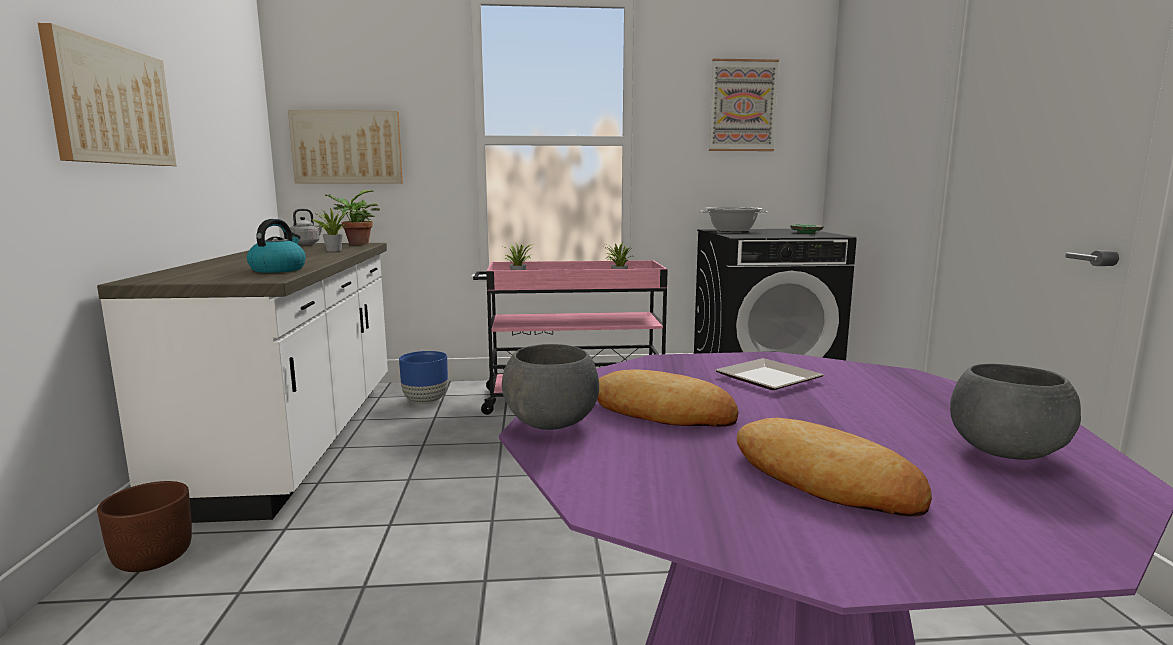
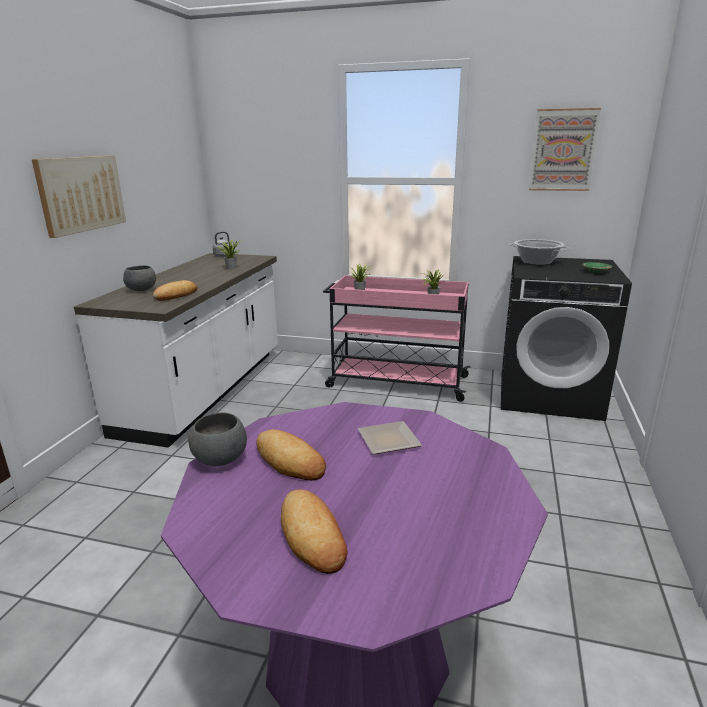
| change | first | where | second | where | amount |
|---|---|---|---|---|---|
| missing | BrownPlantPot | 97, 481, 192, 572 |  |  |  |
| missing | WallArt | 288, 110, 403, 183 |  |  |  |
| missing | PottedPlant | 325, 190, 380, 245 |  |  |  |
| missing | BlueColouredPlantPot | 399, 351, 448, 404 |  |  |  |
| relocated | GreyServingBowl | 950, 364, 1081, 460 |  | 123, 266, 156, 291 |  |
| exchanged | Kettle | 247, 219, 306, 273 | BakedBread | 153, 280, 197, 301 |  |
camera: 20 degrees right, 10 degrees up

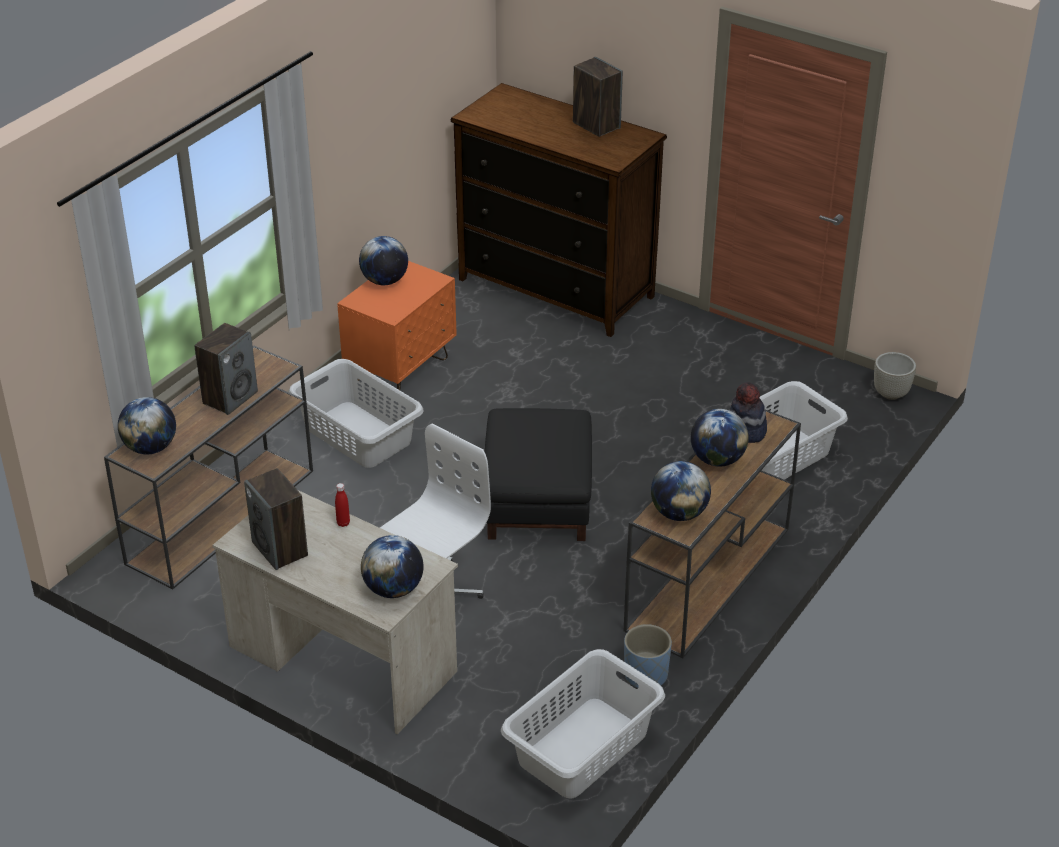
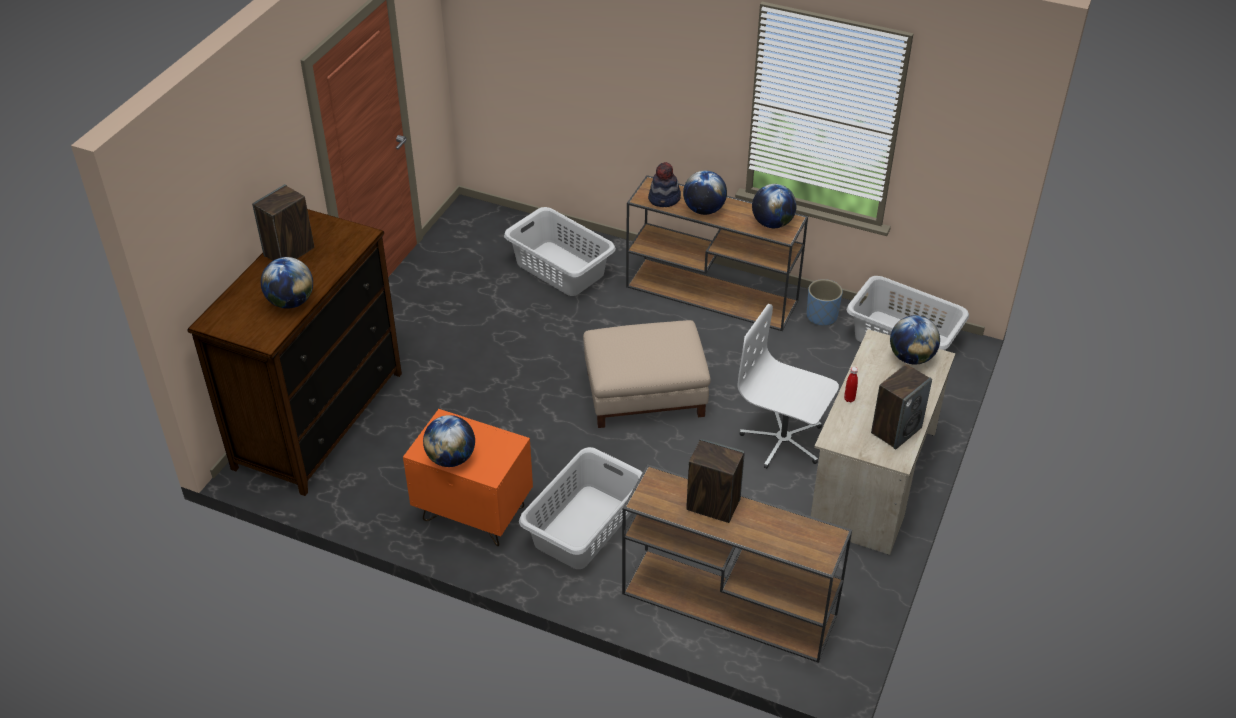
| change | first | where | second | where | amount |
|---|---|---|---|---|---|
| missing | GreyPlantPot | 874, 352, 916, 400 |  |  |  |
| relocated | Globe | 118, 397, 176, 454 |  | 261, 257, 313, 309 |  |
| colour | BlackishPouffe | 485, 408, 592, 541 | BeigeColouredPouffe | 583, 320, 711, 428 |  |
camera: 100 degrees left, 5 degrees up

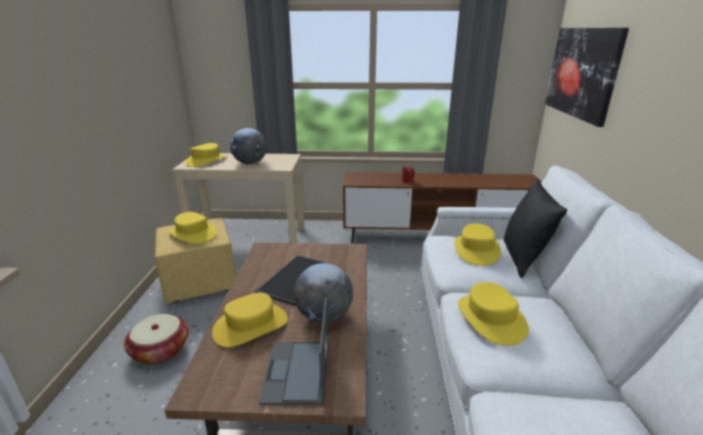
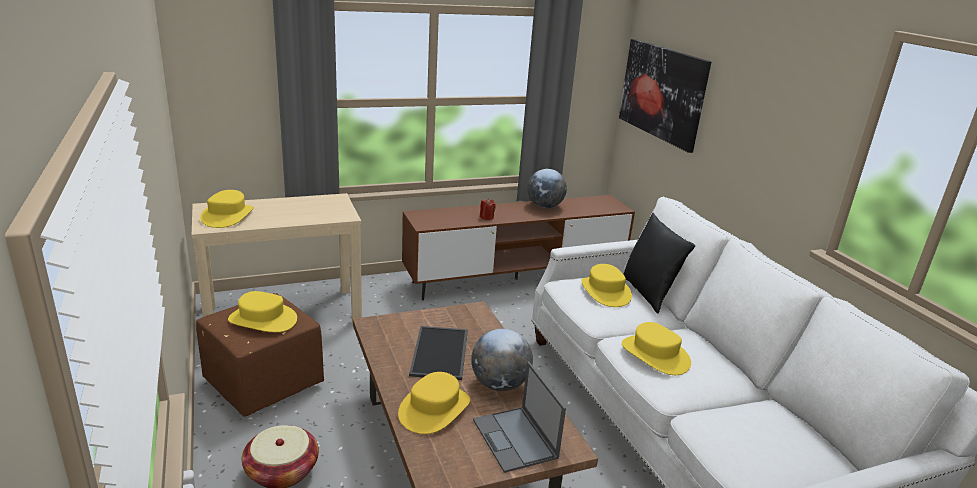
| change | first | where | second | where | amount |
|---|---|---|---|---|---|
| relocated | Globe | 230, 128, 267, 164 |  | 527, 169, 567, 208 |  |
| colour | YellowPouffe | 155, 218, 236, 303 | BrownPouffe | 196, 293, 324, 417 |  |
camera: 25 degrees left, 0 degrees up

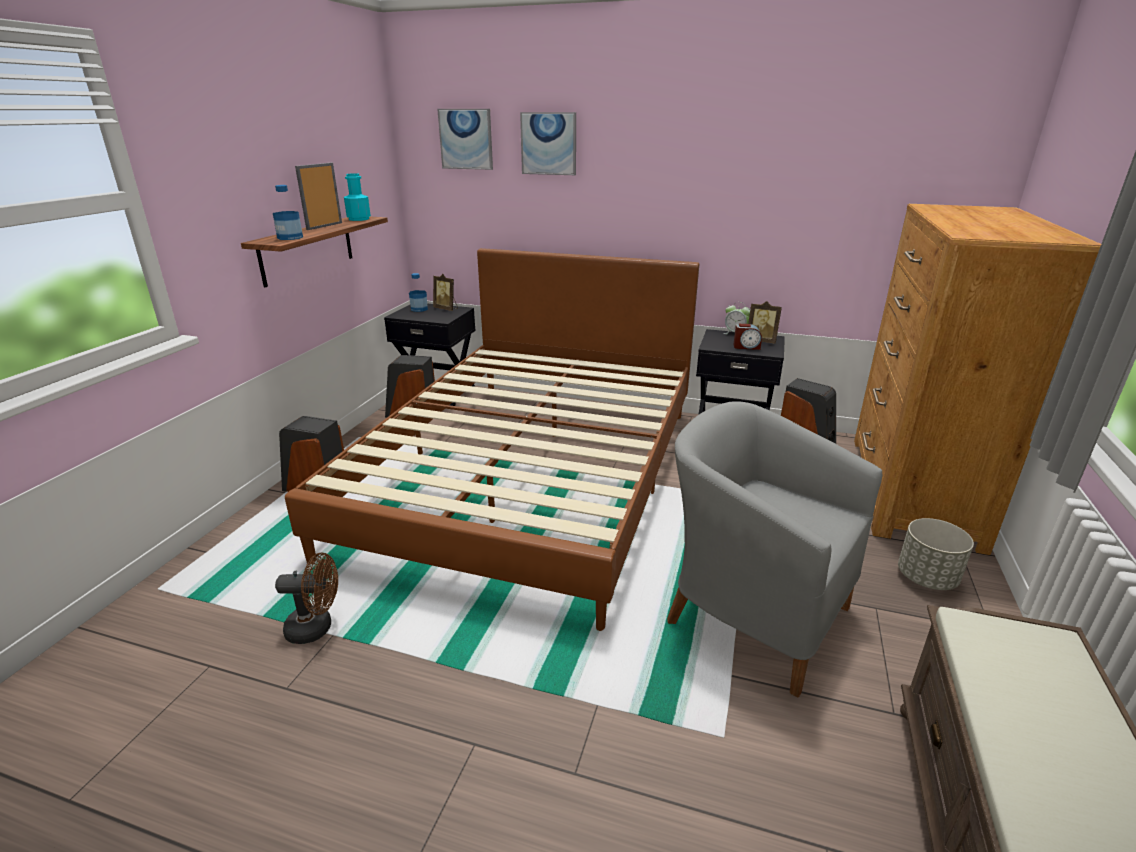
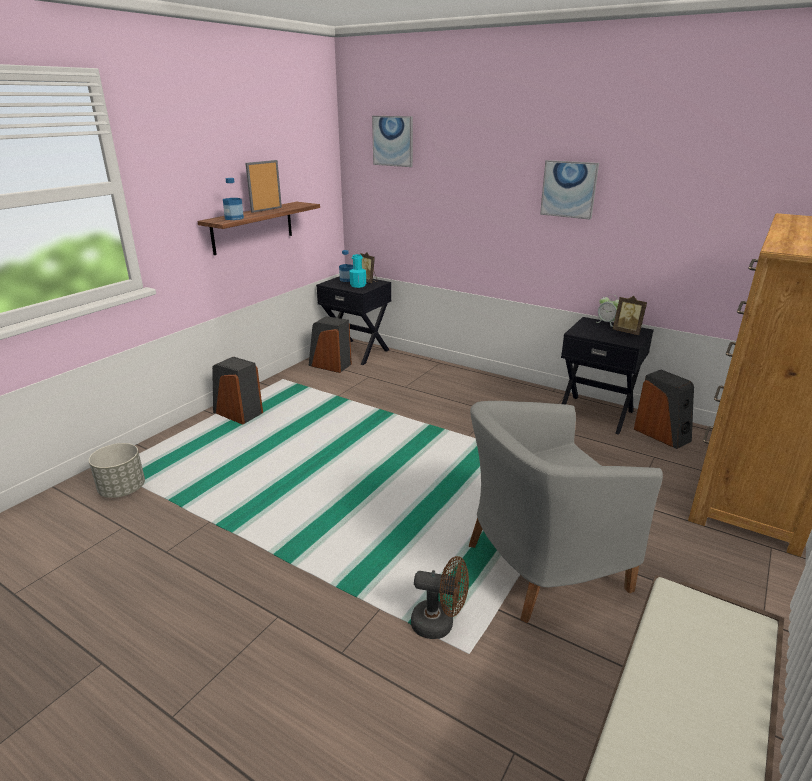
| change | first | where | second | where | amount |
|---|---|---|---|---|---|
| missing | BrownSleepingBed | 285, 248, 699, 631 |  |  |  |
| missing | BedsideClock | 733, 324, 762, 350 |  |  |  |
| relocated | BrownCoolingFan | 275, 553, 338, 644 |  | 411, 556, 469, 639 |  |
| relocated | TurquoiseBeverageBottle | 344, 173, 371, 221 |  | 349, 254, 366, 288 |  |
| relocated | WallArt | 520, 112, 576, 175 |  | 540, 160, 599, 220 |  |
| relocated | GreyPlantPot | 898, 518, 974, 590 |  | 89, 443, 145, 498 |  |
| spun | GreyArmchair | 667, 401, 883, 697 |  | 469, 401, 663, 623 | 75 degrees counterclockwise |
camera: 15 degrees right, 0 degrees up

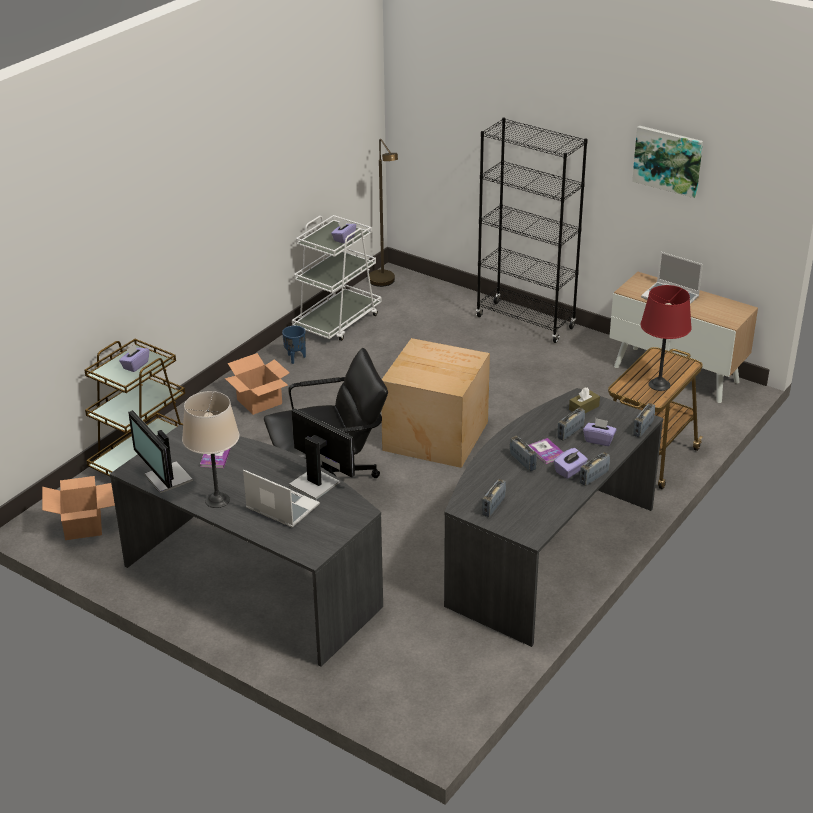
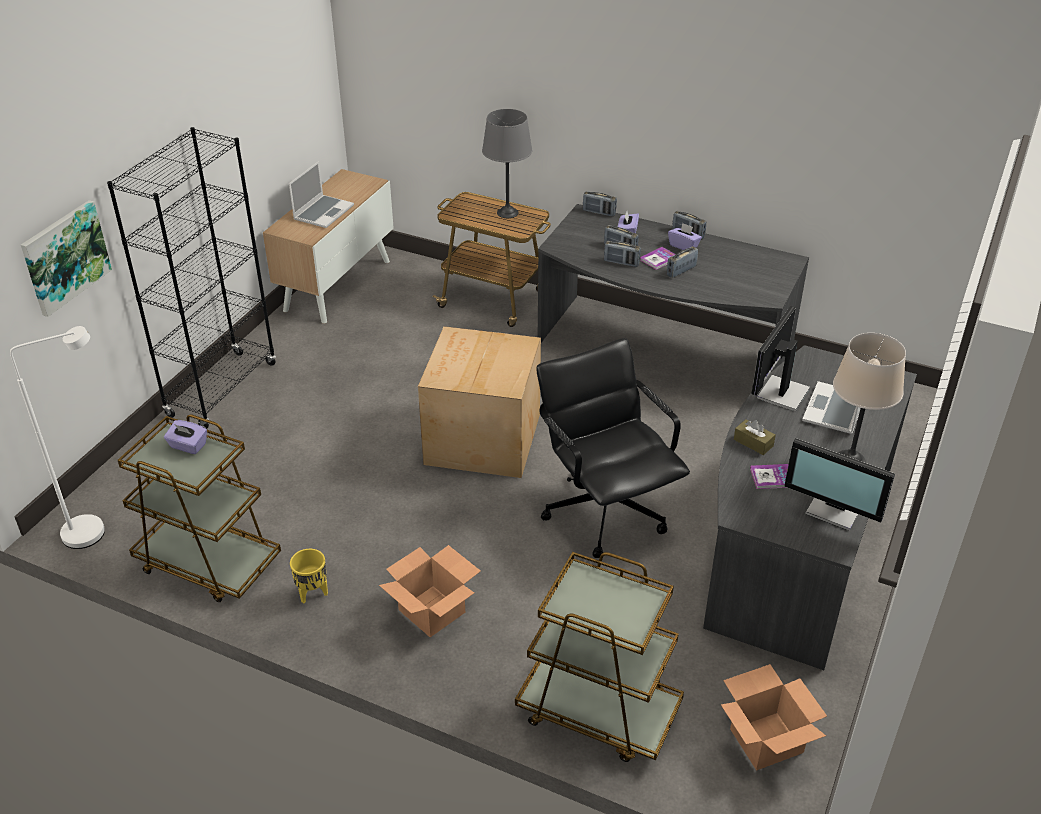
| change | first | where | second | where | amount |
|---|---|---|---|---|---|
| missing | PurplishTissueHolder | 119, 344, 149, 372 |  |  |  |
| relocated | Radio | 482, 479, 506, 517 |  | 604, 241, 641, 267 |  |
| relocated | BrownTissueHolder | 569, 387, 600, 413 |  | 734, 419, 776, 455 |  |
| relocated | WallArt | 632, 125, 703, 198 |  | 21, 200, 112, 317 |  |
| colour | BlueColouredPlantPot | 282, 326, 306, 364 | YellowPlantPot | 290, 549, 328, 603 |  |
| colour | WhitishWheeledCart | 292, 215, 382, 341 | BrownWheeledCart | 118, 414, 281, 602 |  |
| colour | BrownStandingLamp | 369, 139, 398, 287 | WhitishStandingLamp | 10, 326, 105, 549 |  |
| colour | RedLampForATable | 641, 285, 692, 391 | GreyLampForATable | 482, 109, 532, 218 |  |
| spun | Monitor | 128, 410, 193, 493 |  | 784, 438, 895, 531 | 75 degrees clockwise |
camera: 100 degrees left, 5 degrees up

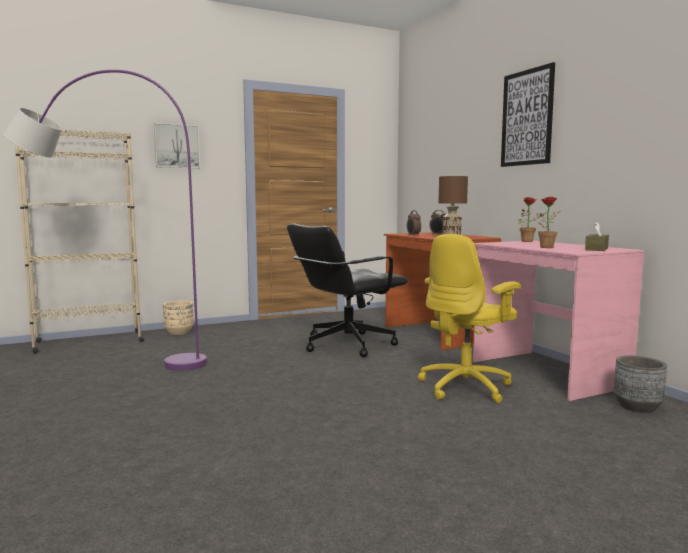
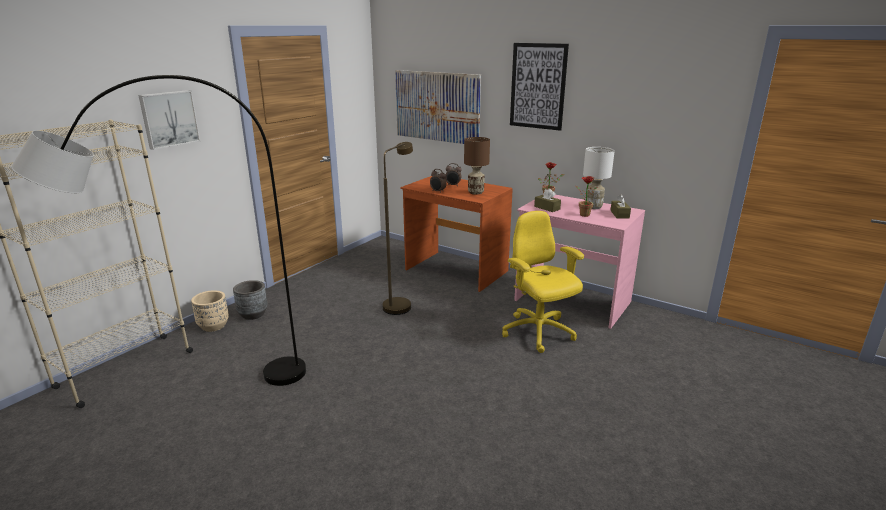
| change | first | where | second | where | amount |
|---|---|---|---|---|---|
| appeared |  |  | WallArt | 395, 70, 481, 144 |  |
| appeared |  |  | BrownTissueHolder | 534, 189, 561, 212 |  |
| appeared |  |  | WhitishLampForATable | 583, 147, 615, 209 |  |
| relocated | GreyPlantPot | 614, 356, 667, 413 |  | 233, 280, 268, 320 |  |
| exchanged | BlackishComputerChair | 287, 224, 408, 357 | BrownStandingLamp | 382, 142, 413, 315 |  |
| colour | PurplishStandingLamp | 3, 70, 207, 371 | GreyStandingLamp | 11, 75, 306, 386 |  |
| spun | YellowComputerChair | 418, 234, 521, 403 |  | 502, 211, 584, 353 | 135 degrees clockwise |
camera: 30 degrees left, 15 degrees up

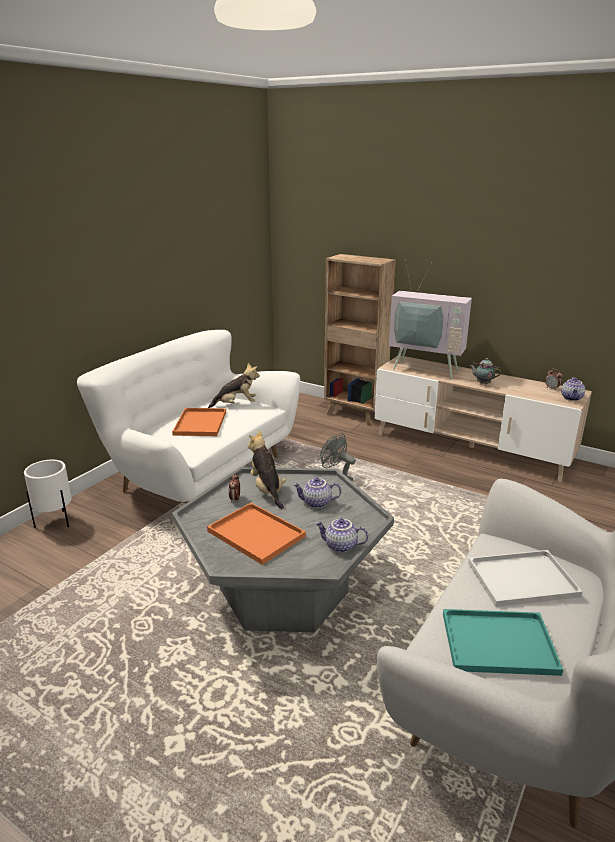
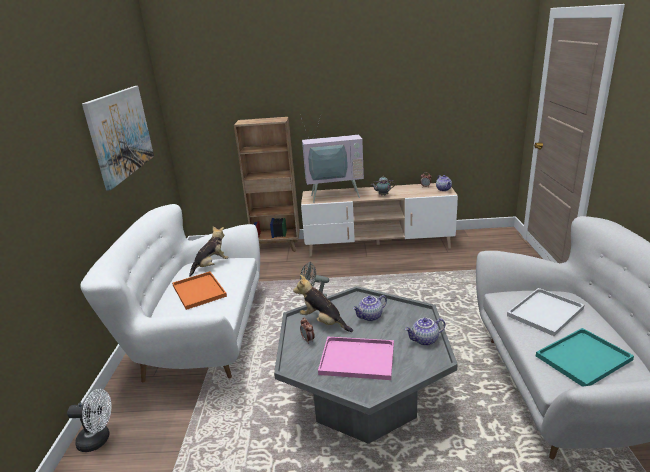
| change | first | where | second | where | amount |
|---|---|---|---|---|---|
| appeared |  |  | WallArt | 82, 86, 154, 191 |  |
| exchanged | WhitishPlantPot | 24, 460, 72, 528 | WhitishCoolingFan | 67, 389, 112, 452 |  |
| colour | OrangeyServingTray | 207, 503, 306, 565 | PinkServingTray | 318, 337, 394, 380 |  |
camera: 30 degrees left, 0 degrees up

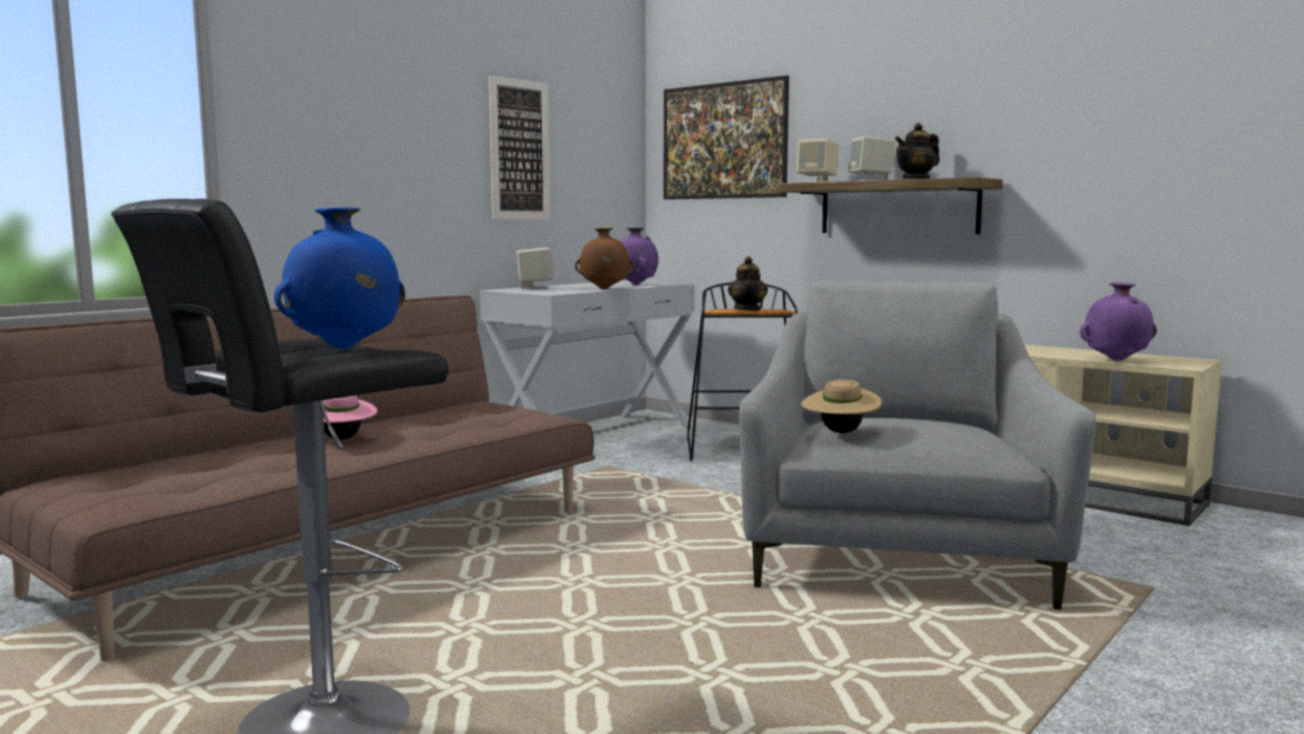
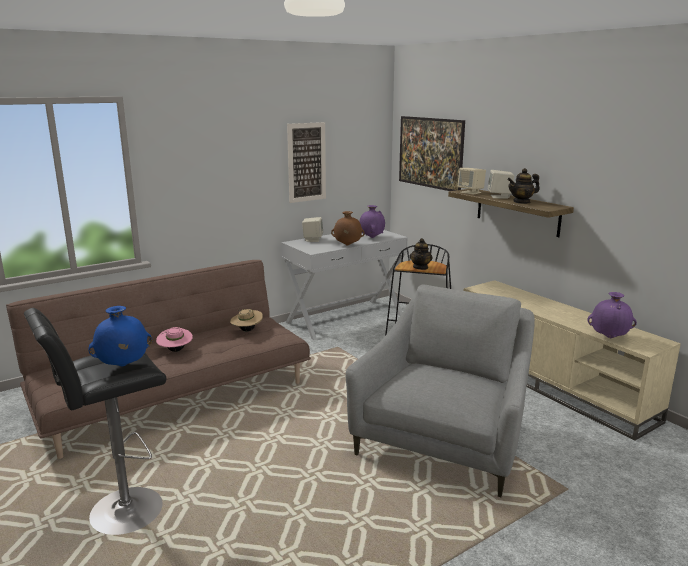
| change | first | where | second | where | amount |
|---|---|---|---|---|---|
| relocated | BeigeColouredWearableHat | 801, 379, 882, 433 |  | 230, 308, 263, 331 |  |
camera: 15 degrees right, 10 degrees up

